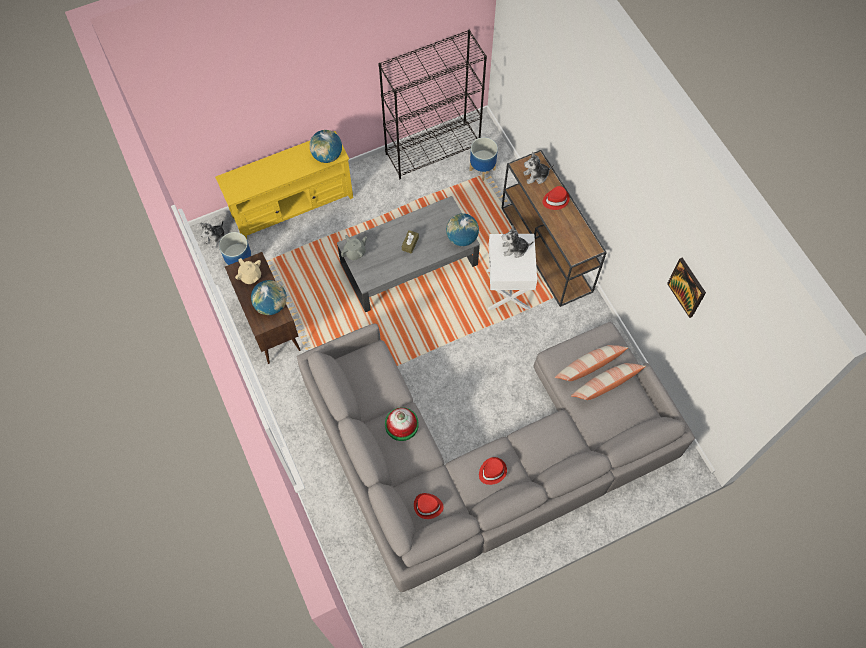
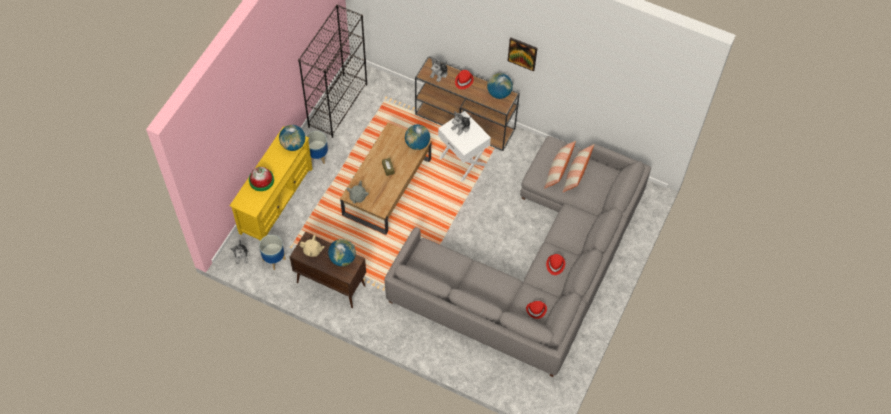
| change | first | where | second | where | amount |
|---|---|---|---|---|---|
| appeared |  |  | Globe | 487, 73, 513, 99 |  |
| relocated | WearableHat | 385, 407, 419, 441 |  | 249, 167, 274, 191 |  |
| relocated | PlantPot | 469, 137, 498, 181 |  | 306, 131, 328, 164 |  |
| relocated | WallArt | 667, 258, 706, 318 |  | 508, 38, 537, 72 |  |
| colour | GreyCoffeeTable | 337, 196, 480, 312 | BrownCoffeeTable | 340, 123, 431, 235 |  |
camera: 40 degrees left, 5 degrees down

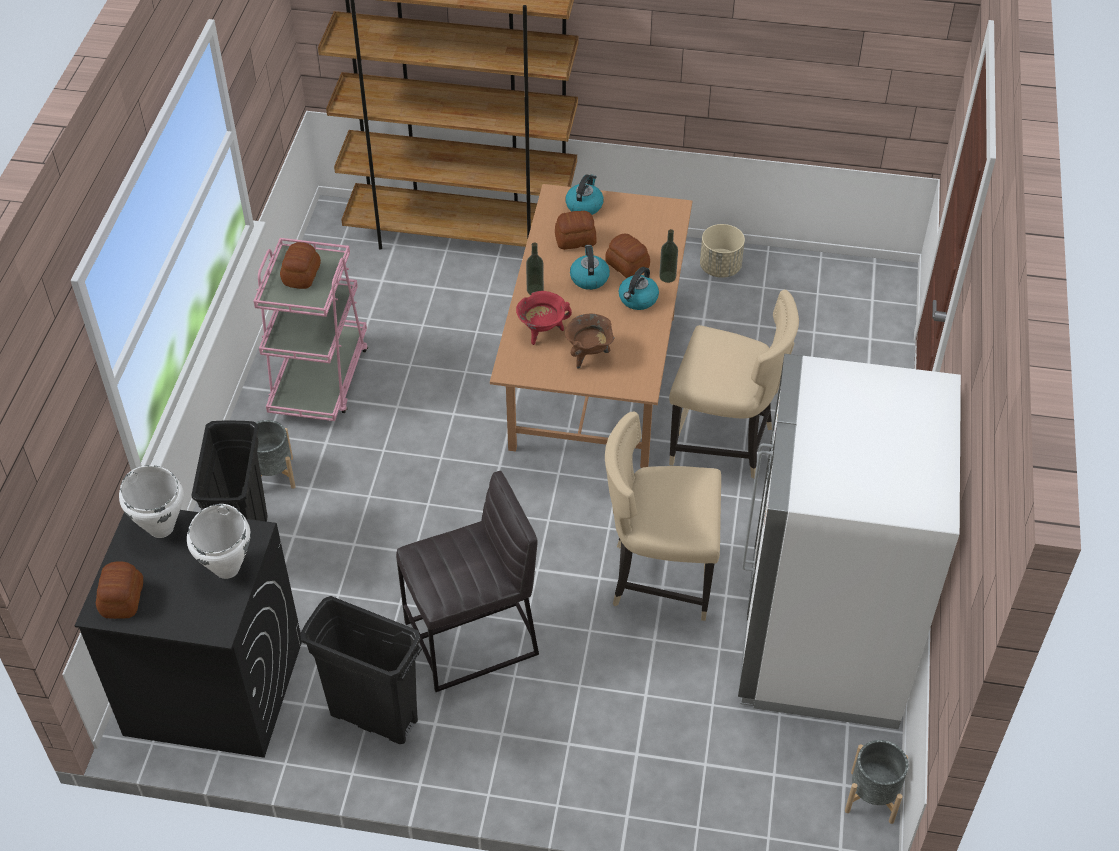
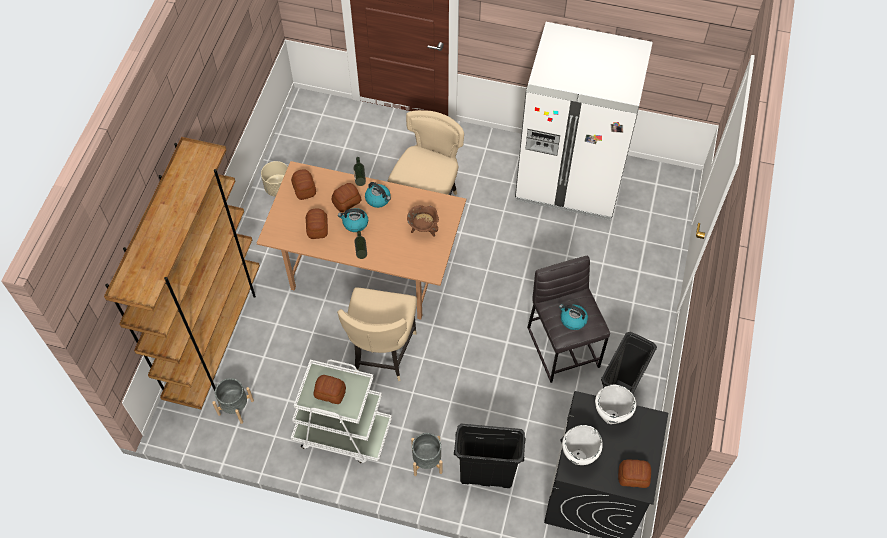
| change | first | where | second | where | amount |
|---|---|---|---|---|---|
| missing | RedSaucepot | 516, 291, 572, 345 |  |  |  |
| appeared |  |  | BakedBread | 291, 169, 316, 200 |  |
| relocated | Kettle | 565, 175, 604, 215 |  | 559, 304, 588, 330 |  |
| relocated | BeigeColouredChair | 605, 411, 721, 621 |  | 337, 287, 417, 381 |  |
| relocated | GreyPlantPot | 845, 740, 908, 824 |  | 212, 378, 254, 424 |  |
| colour | PinkWheeledCart | 253, 238, 368, 421 | WhitishWheeledCart | 291, 360, 392, 463 |  |
camera: 85 degrees left, 10 degrees up

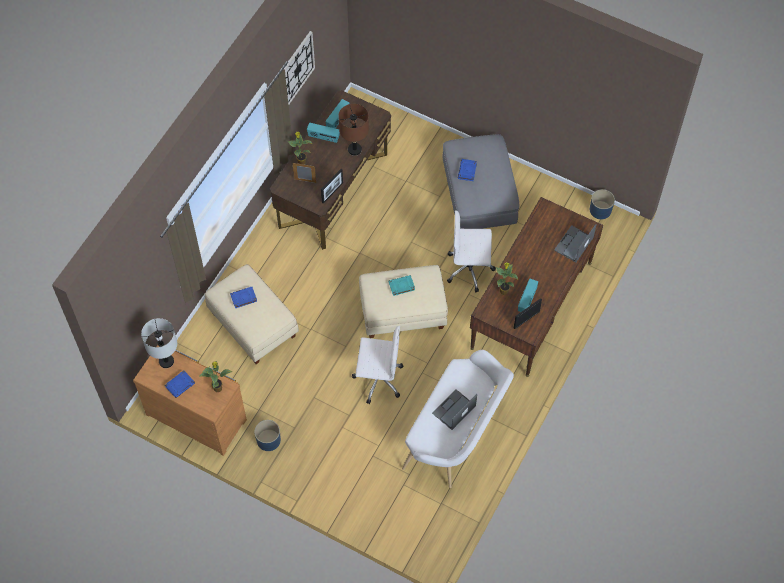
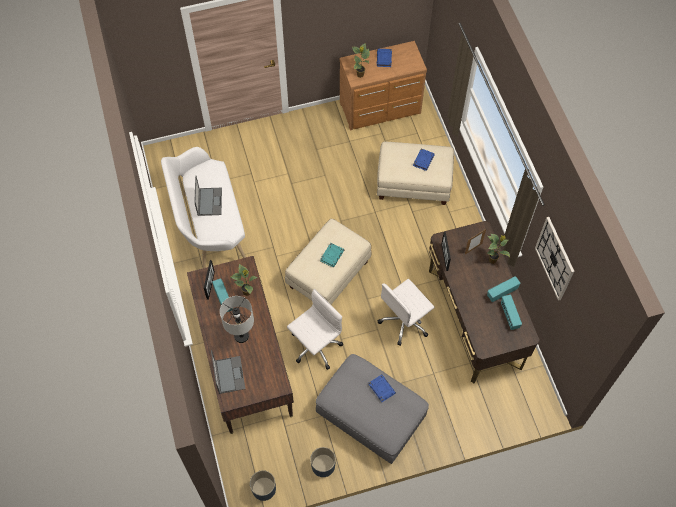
| change | first | where | second | where | amount |
|---|---|---|---|---|---|
| missing | BrownLampForATable | 338, 104, 369, 156 |  |  |  |
| relocated | GreyLampForATable | 141, 318, 177, 368 |  | 220, 296, 254, 343 |  |
| relocated | BlueColouredPlantPot | 254, 420, 281, 451 |  | 310, 447, 336, 477 |  |
| relocated | WhitishComputerChair | 352, 326, 404, 404 |  | 377, 279, 435, 346 |  |
camera: 135 degrees right, 0 degrees up

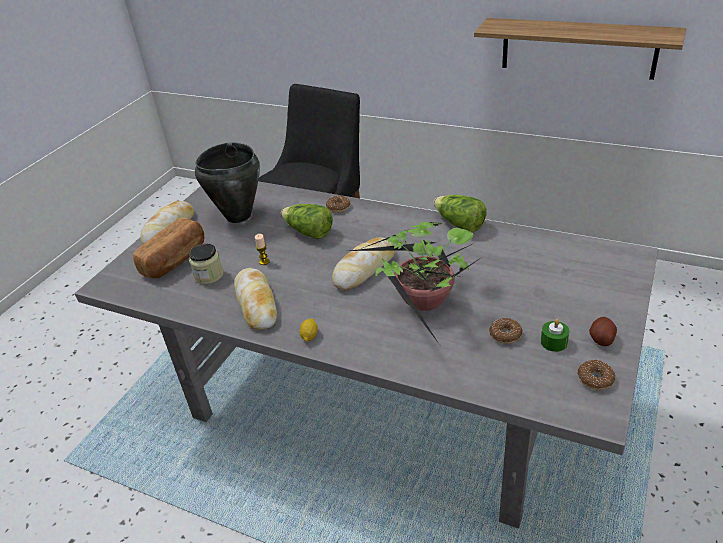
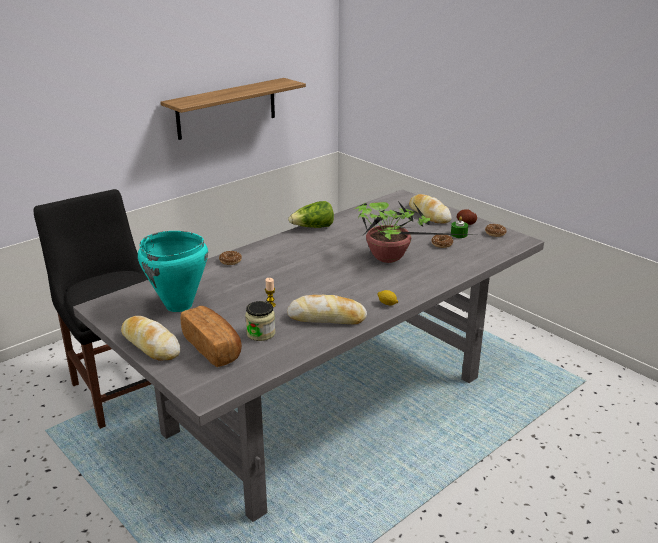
| change | first | where | second | where | amount |
|---|---|---|---|---|---|
| missing | HeadOfLettuce | 281, 204, 333, 239 |  |  |  |
| relocated | BakedBread | 332, 238, 395, 290 |  | 409, 194, 452, 224 |  |
| colour | BlackishSaucepot | 195, 142, 260, 223 | TurquoiseSaucepot | 138, 231, 208, 312 |  |
camera: 70 degrees left, 10 degrees down

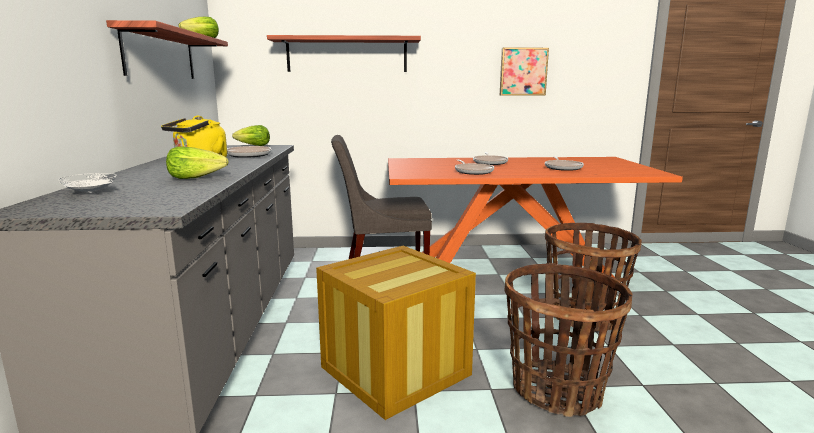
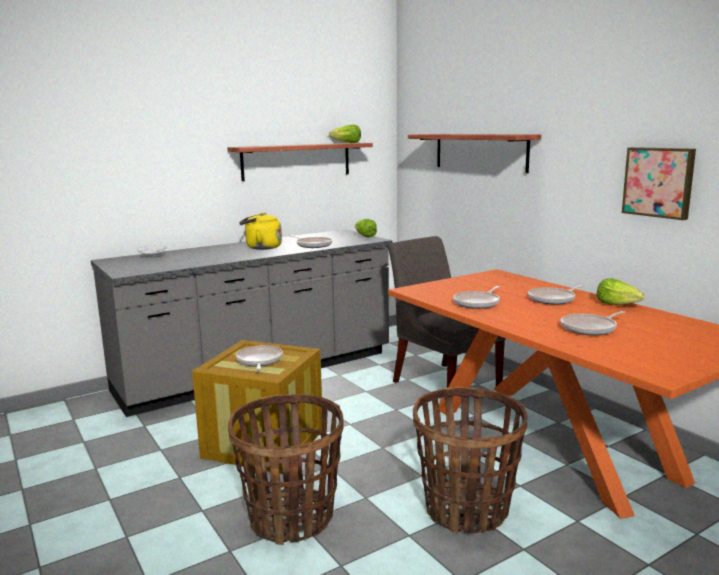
| change | first | where | second | where | amount |
|---|---|---|---|---|---|
| appeared |  |  | FryingPan | 236, 345, 283, 370 |  |
| relocated | HeadOfLettuce | 166, 147, 229, 179 |  | 597, 278, 645, 305 |  |
camera: 60 degrees right, 0 degrees up

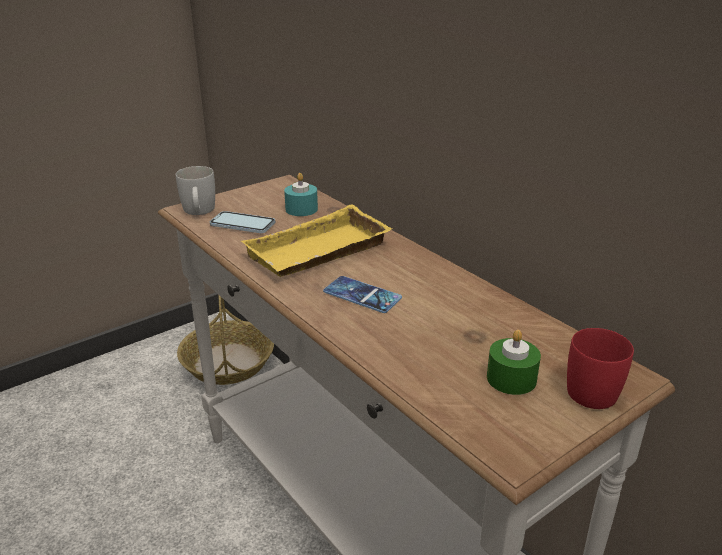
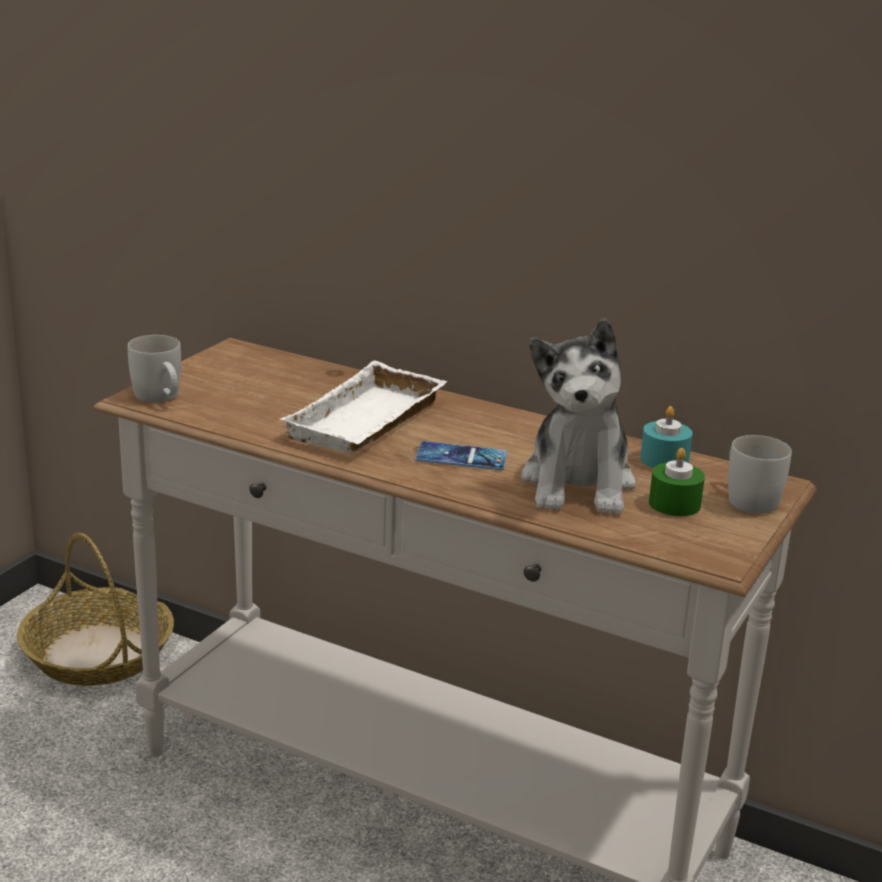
| change | first | where | second | where | amount |
|---|---|---|---|---|---|
| missing | Handset | 210, 211, 275, 233 |  |  |  |
| appeared |  |  | CuddlyToy | 521, 318, 636, 515 |  |
| relocated | TurquoiseCandle | 284, 173, 318, 216 |  | 640, 406, 693, 468 |  |
| colour | YellowServingTray | 241, 204, 392, 277 | WhitishServingTray | 280, 361, 448, 453 |  |
| colour | RedMug | 567, 328, 634, 409 | WhitishMug | 728, 435, 792, 514 |  |
camera: 25 degrees left, 5 degrees down

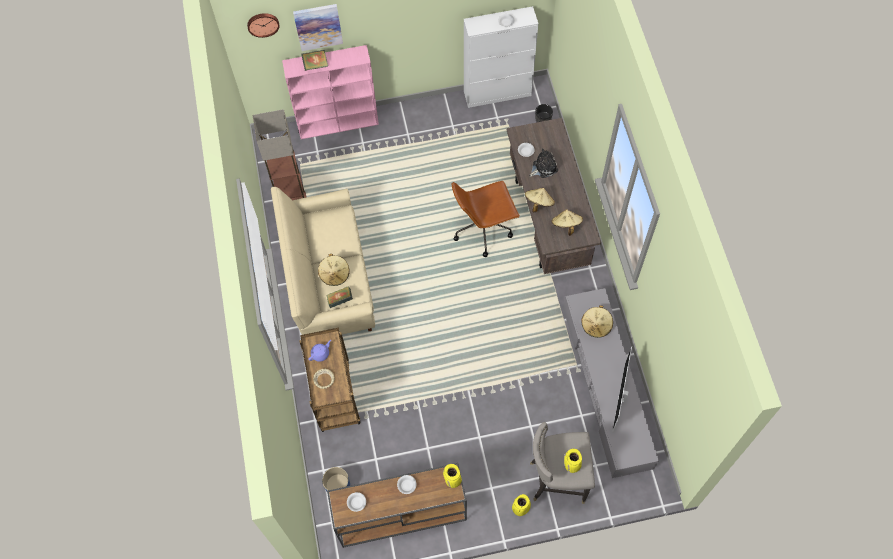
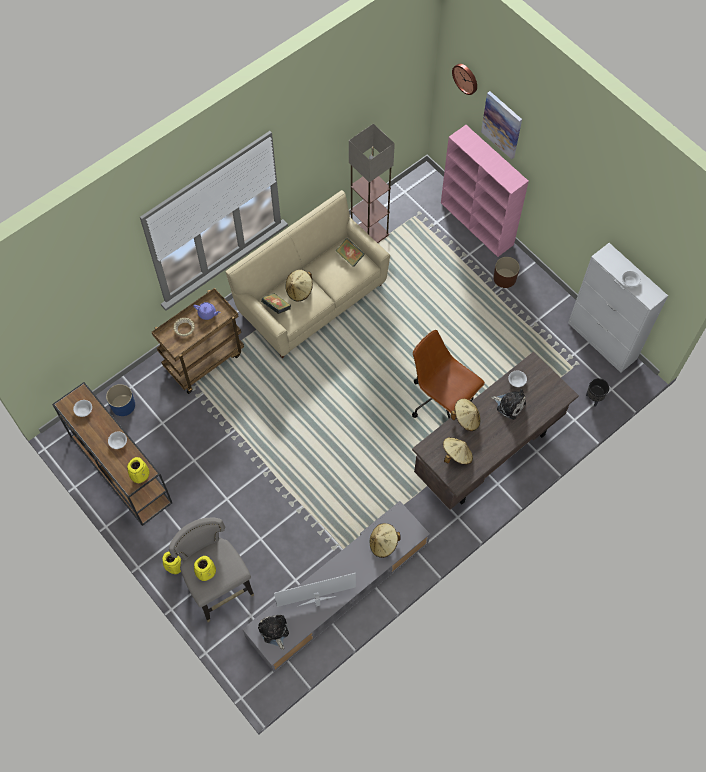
| change | first | where | second | where | amount |
|---|---|---|---|---|---|
| appeared |  |  | CuddlyToy | 258, 615, 289, 650 |  |
| appeared |  |  | BrownPlantPot | 493, 257, 520, 288 |  |
| relocated | Volume | 301, 50, 328, 71 |  | 336, 238, 365, 267 |  |
camera: 60 degrees right, 0 degrees up

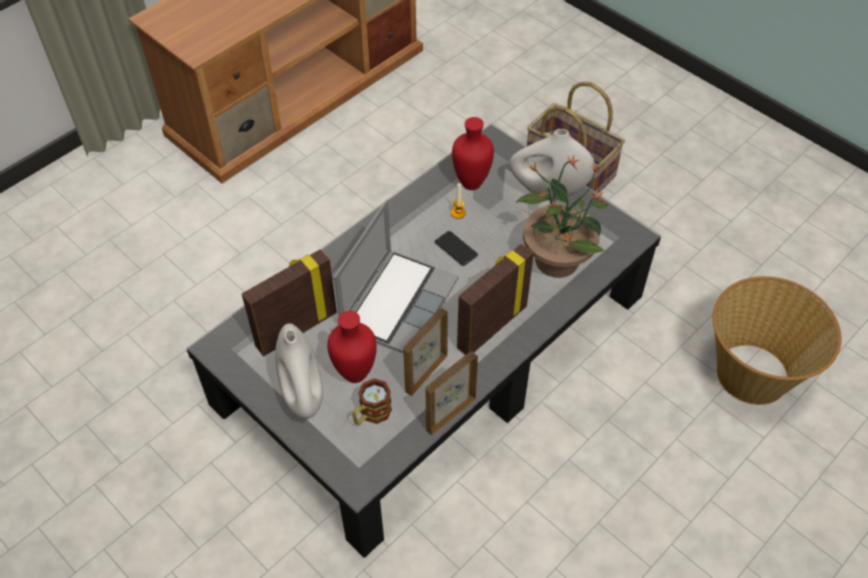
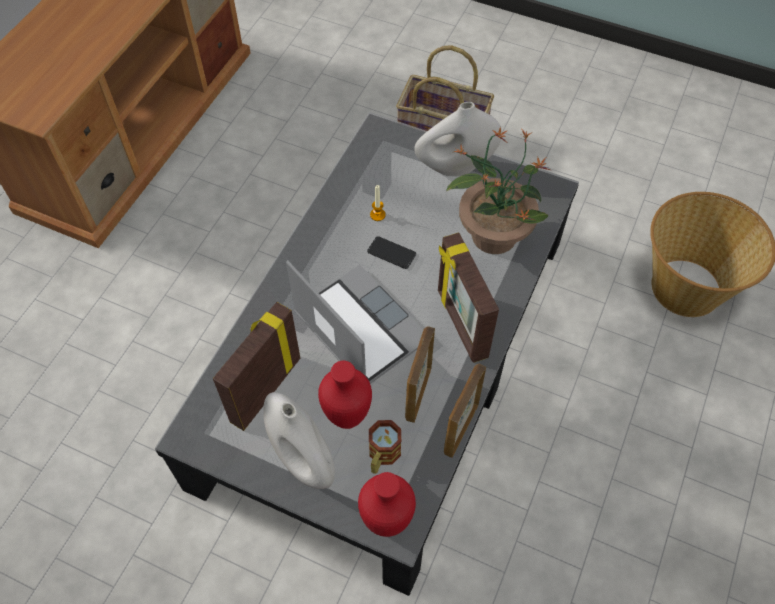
| change | first | where | second | where | amount |
|---|---|---|---|---|---|
| relocated | RedFlowerVase | 452, 117, 494, 190 |  | 358, 472, 416, 537 |  |
| spun | NotebookComputer | 334, 199, 459, 353 |  | 286, 260, 424, 384 | 45 degrees counterclockwise |
| spun | StandingFrame | 457, 244, 534, 355 |  | 438, 232, 499, 363 | 45 degrees counterclockwise |
camera: 20 degrees left, 5 degrees up

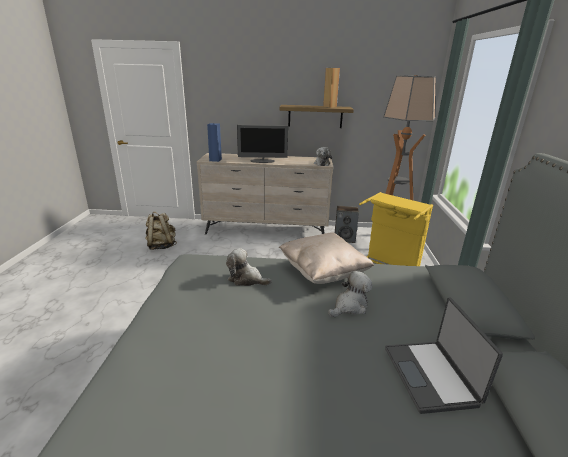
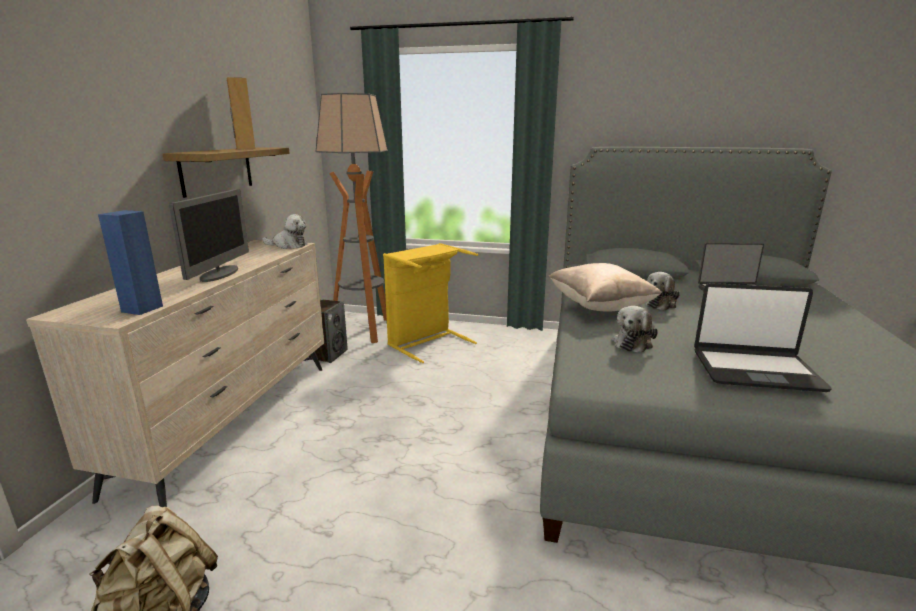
| change | first | where | second | where | amount |
|---|---|---|---|---|---|
| appeared |  |  | NotebookComputer | 694, 283, 831, 392 |  |
| spun | CuddlyToy | 328, 271, 372, 317 |  | 645, 272, 680, 311 | 105 degrees counterclockwise |
camera: 80 degrees left, 5 degrees down

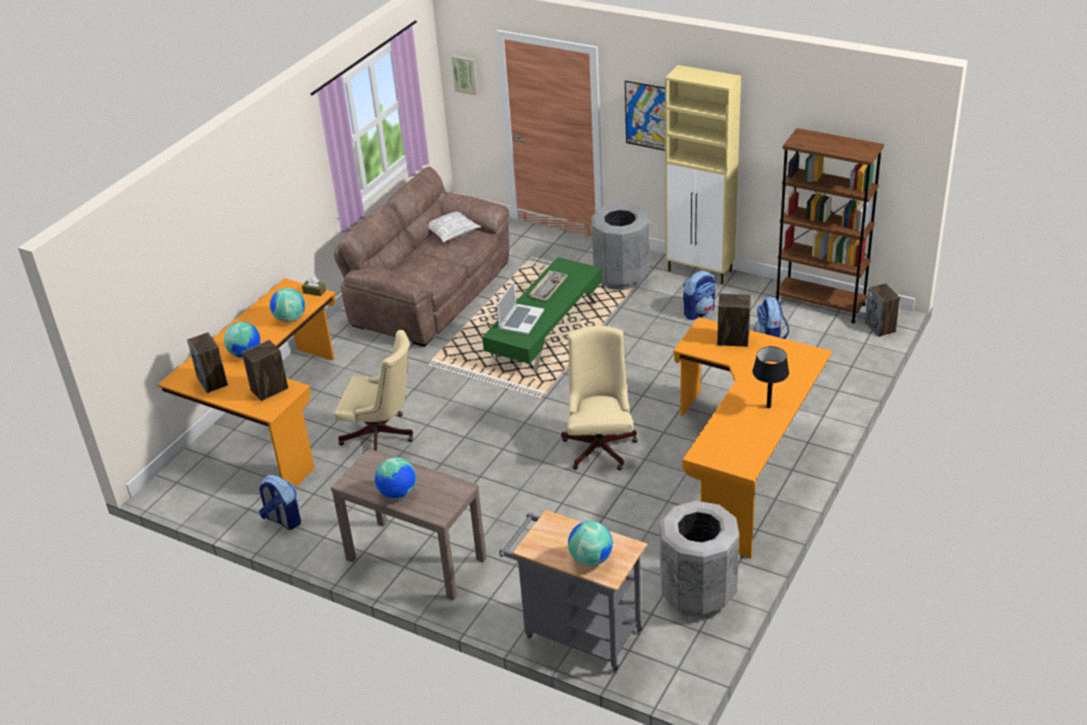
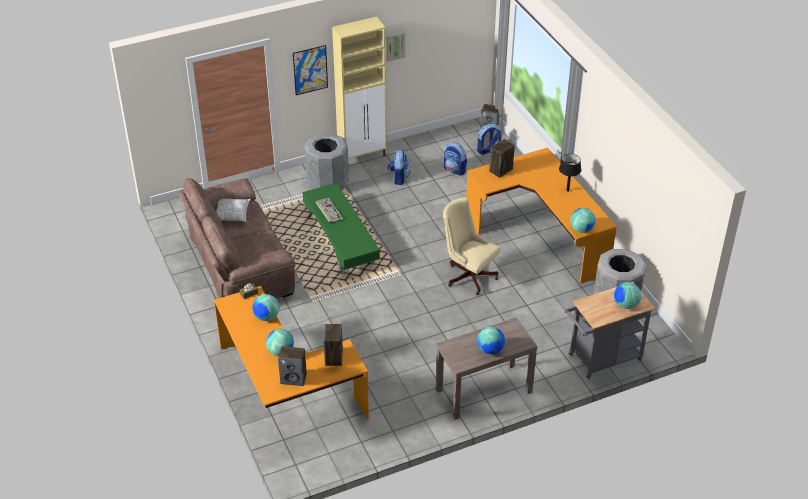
| change | first | where | second | where | amount |
|---|---|---|---|---|---|
| missing | BeigeColouredComputerChair | 334, 330, 413, 451 |  |  |  |
| missing | NotebookComputer | 497, 281, 544, 334 |  |  |  |
| missing | BrownBookcase | 776, 128, 884, 323 |  |  |  |
| appeared |  |  | Globe | 570, 208, 595, 233 |  |
| relocated | Rucksack | 259, 475, 301, 530 |  | 477, 124, 501, 155 |  |
| relocated | WallArt | 451, 55, 478, 96 |  | 387, 32, 406, 62 |  |
camera: 55 degrees left, 5 degrees up

